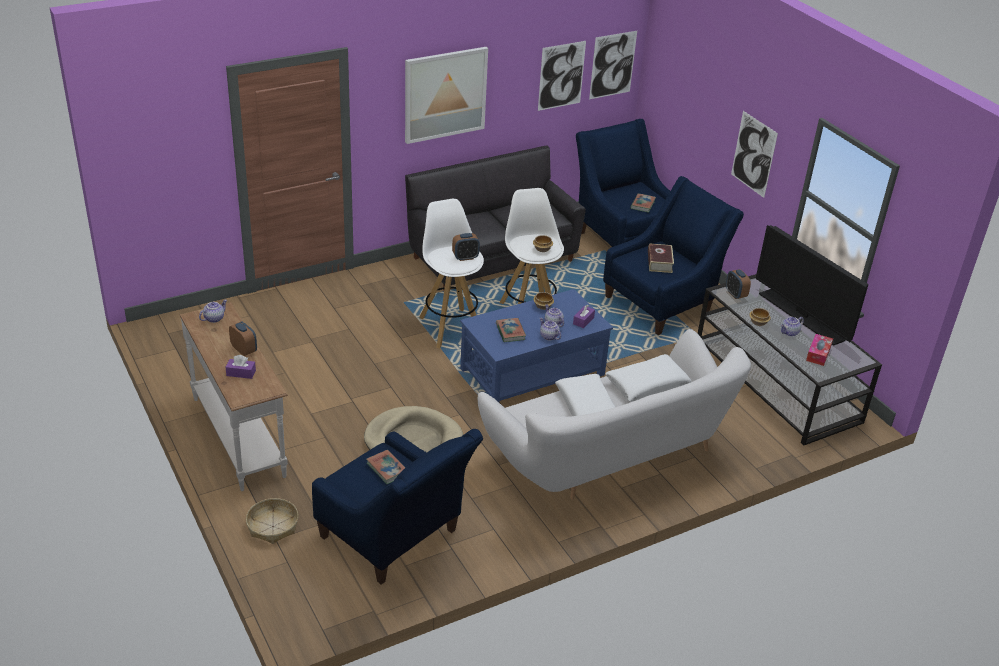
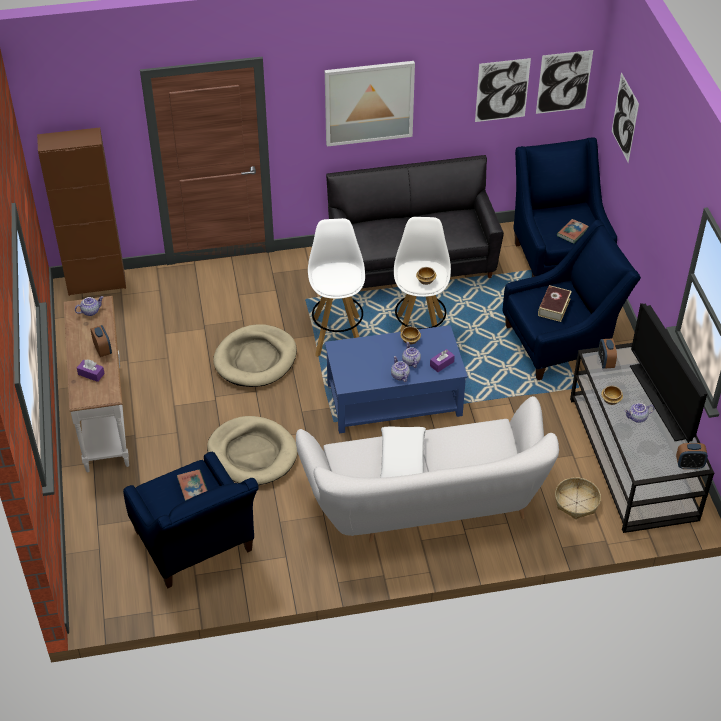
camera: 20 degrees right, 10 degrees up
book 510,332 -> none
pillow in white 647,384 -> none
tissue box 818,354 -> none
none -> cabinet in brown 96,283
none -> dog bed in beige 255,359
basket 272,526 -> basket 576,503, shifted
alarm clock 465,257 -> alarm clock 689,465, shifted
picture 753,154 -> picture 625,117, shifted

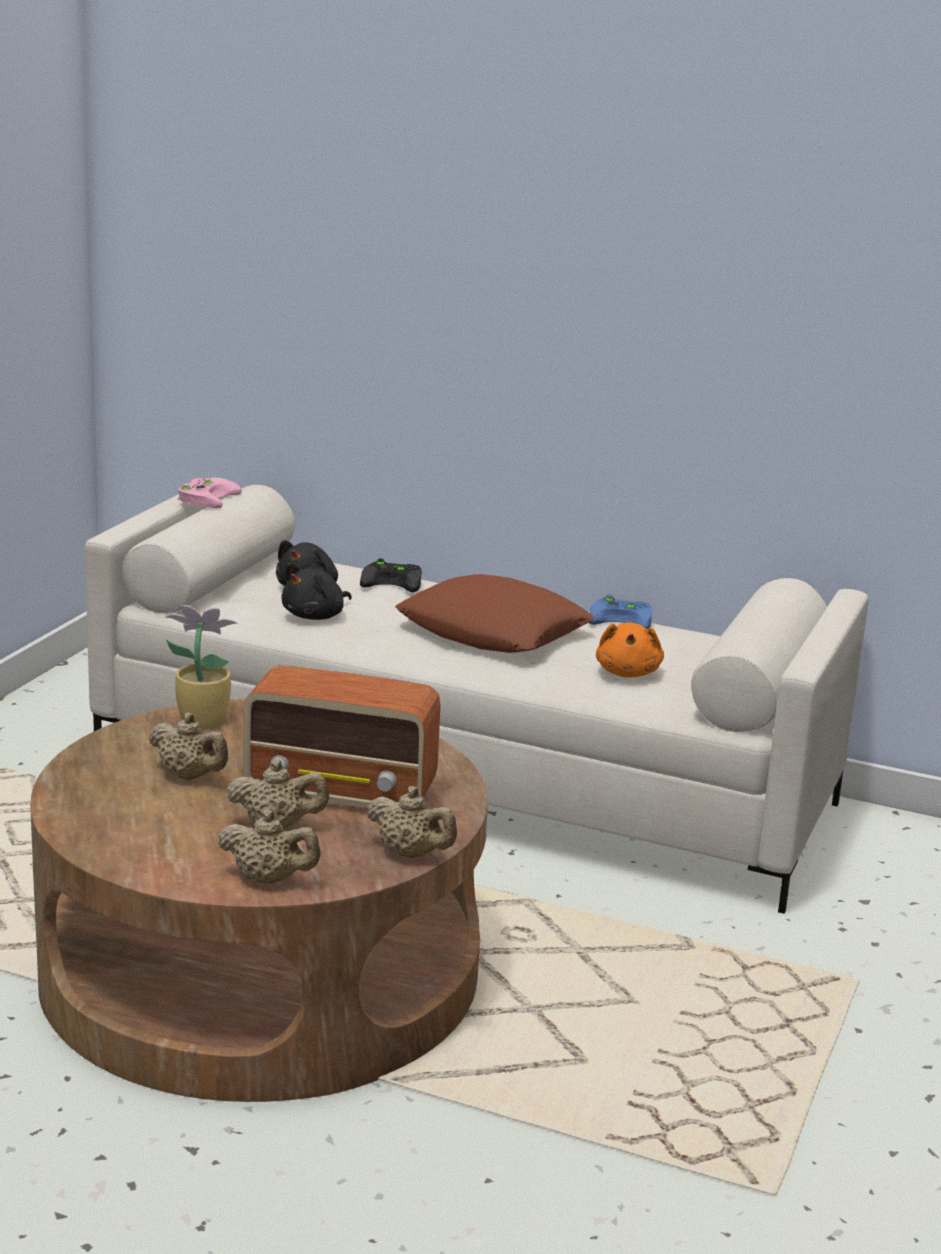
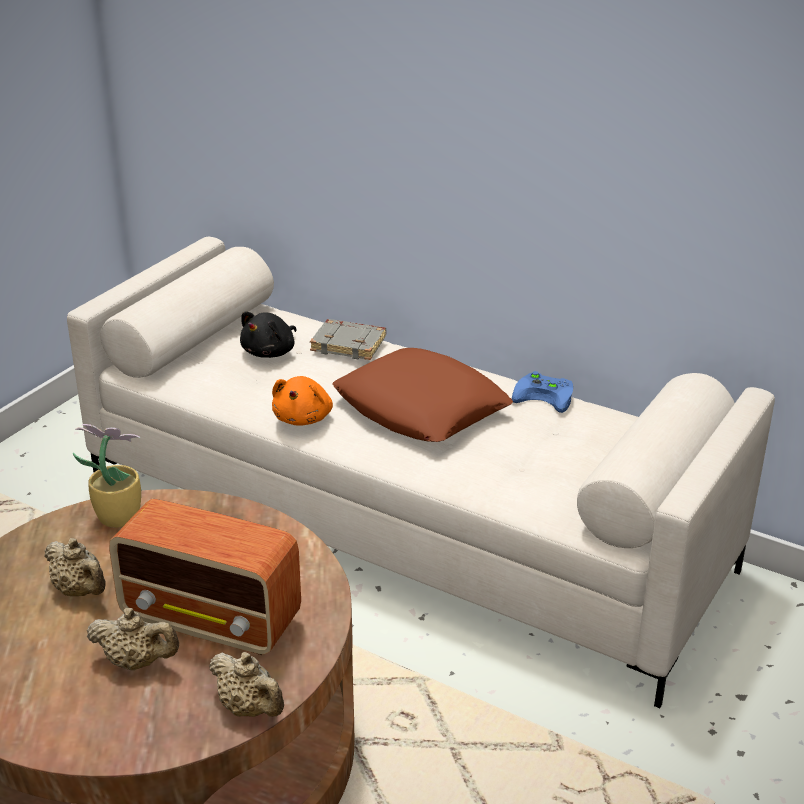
camera: 10 degrees right, 10 degrees up
game controller in pink 206,497 -> none
teapot in beige 269,879 -> none
plush toy in black 316,616 -> none
plush toy in orange 628,672 -> plush toy in orange 303,418, shifted
game controller in black 394,581 -> book in grey 349,344

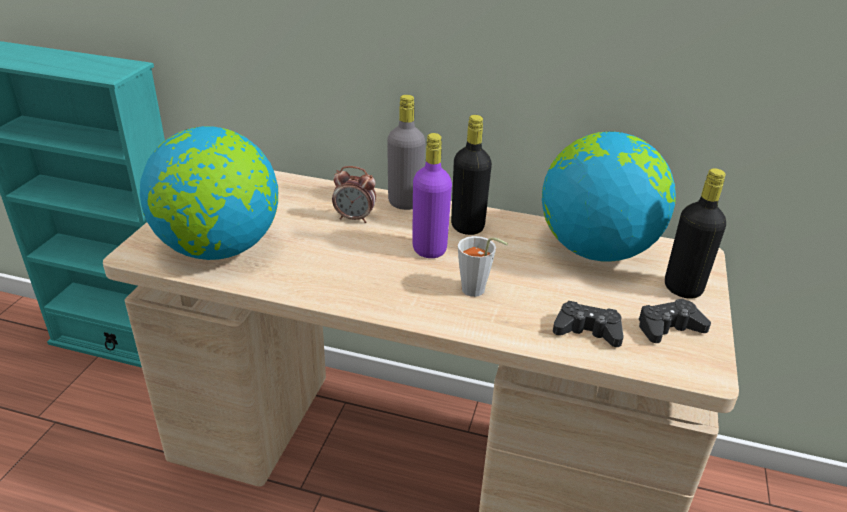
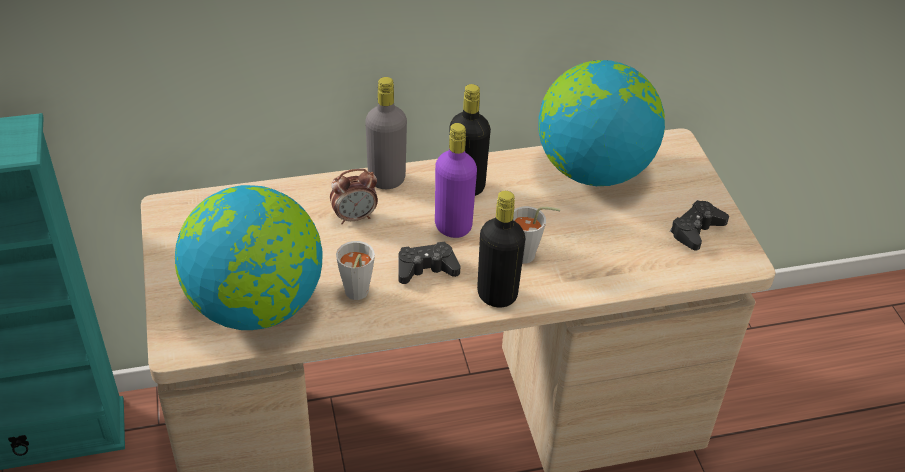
camera: 30 degrees left, 10 degrees up
none -> cup in grey 355,295
game controller in black 587,331 -> game controller in black 426,269, shifted
bottle in black 683,288 -> bottle in black 497,295, shifted

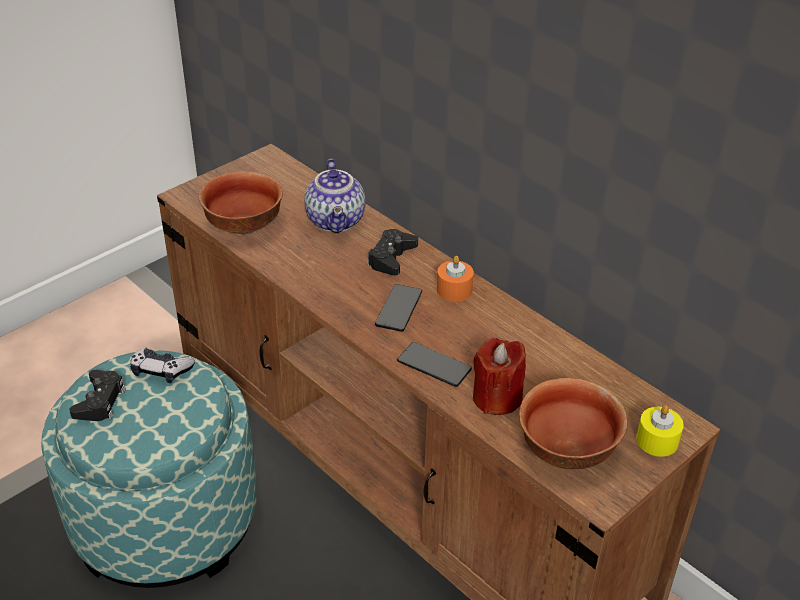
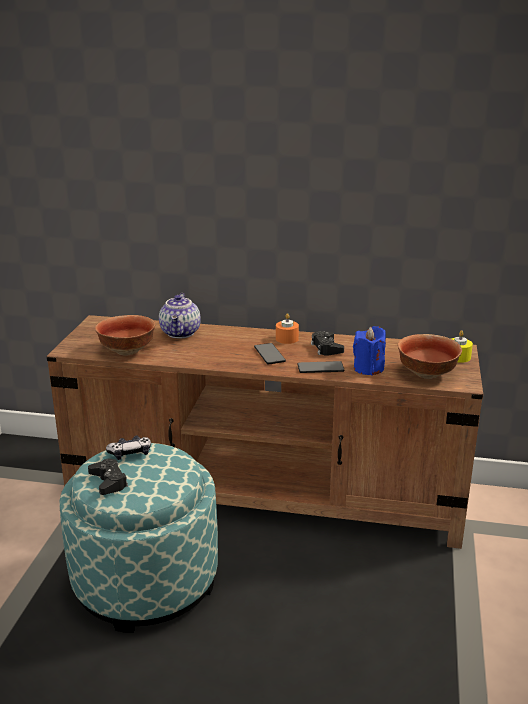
camera: 35 degrees left, 15 degrees down
game controller in black 391,258 -> game controller in black 326,348, shifted
candle in red 497,398 -> candle in blue 368,368
teapot 337,221 -> teapot 181,333, 45 degrees clockwise

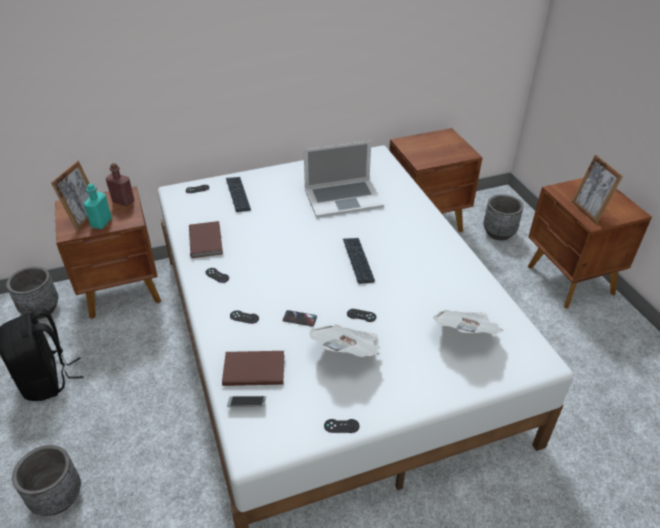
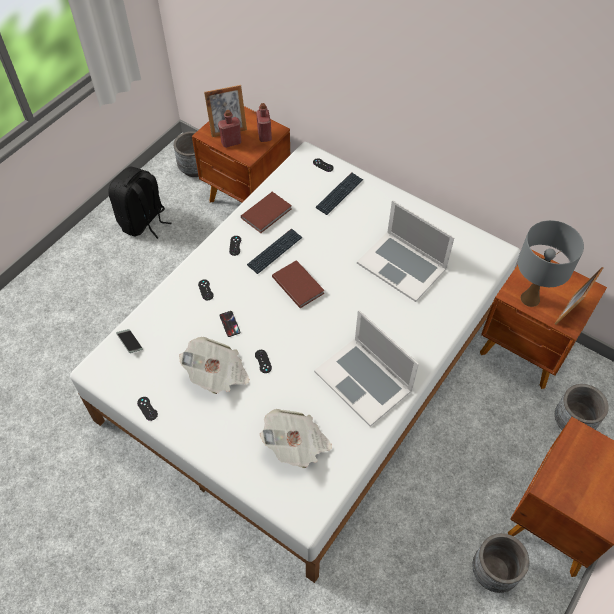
camera: 55 degrees right, 15 degrees up
none -> laptop 363,380
none -> table lamp in grey 530,299
planter in grey 57,498 -> planter in grey 493,571, shifted
book in brown 253,369 -> book in brown 298,284, shifted
keyboard 358,260 -> keyboard 275,251, shifted
picture frame 588,211 -> picture frame 569,312, shifted
bottle in turquoise 101,223 -> bottle in red 231,142

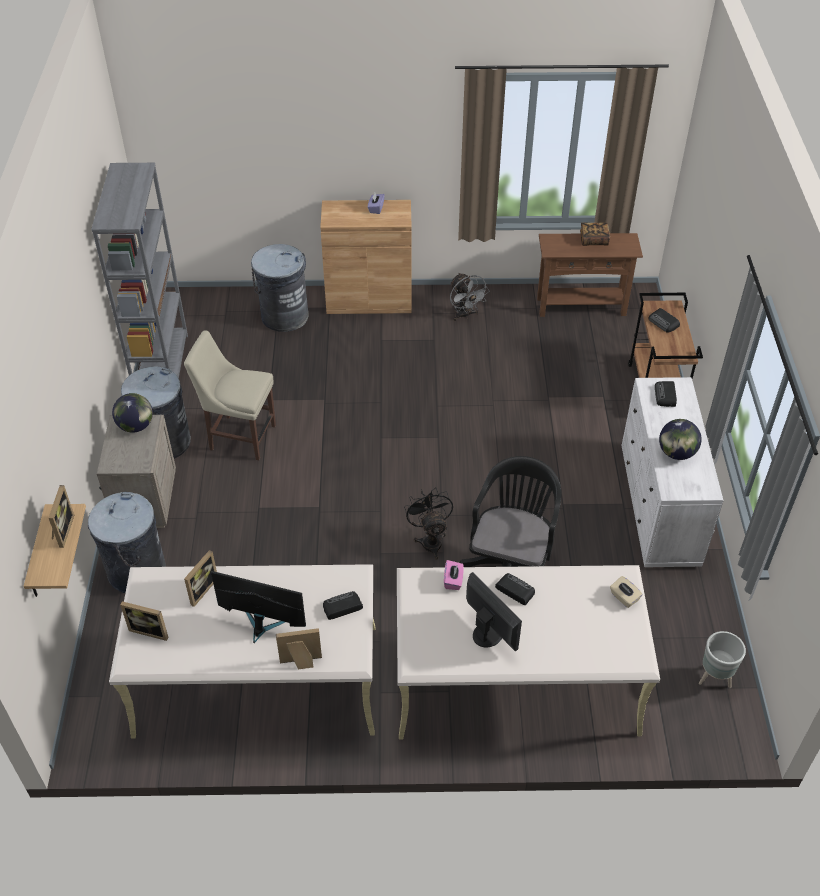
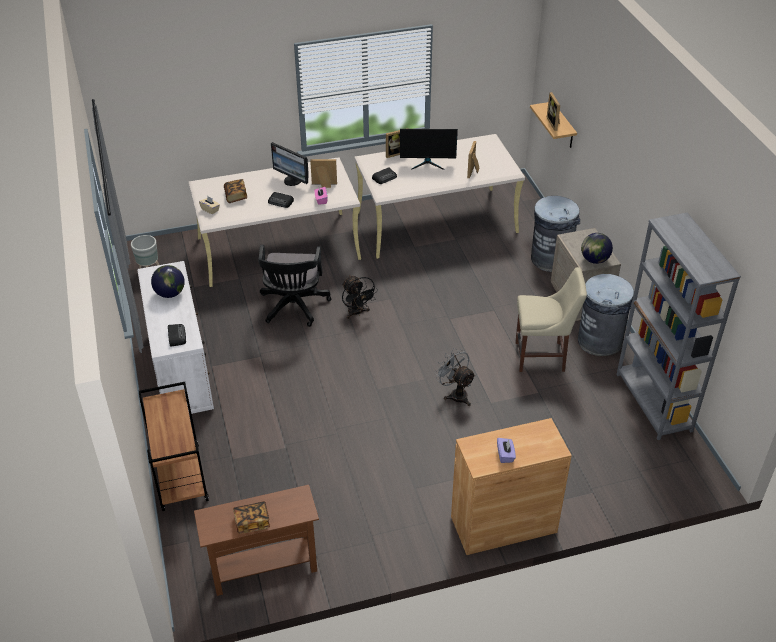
camera: 165 degrees right, 5 degrees down
trash can in grey 284,316 -> none
radio 663,323 -> none
none -> book 236,196
picture frame 150,630 -> picture frame 324,185, shifted
fan in grey 465,315 -> fan in grey 455,394, shifted

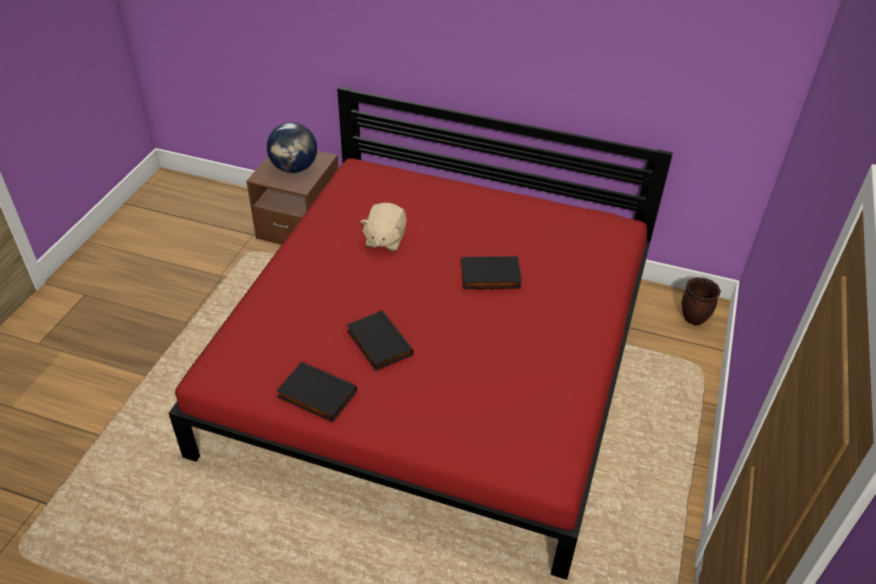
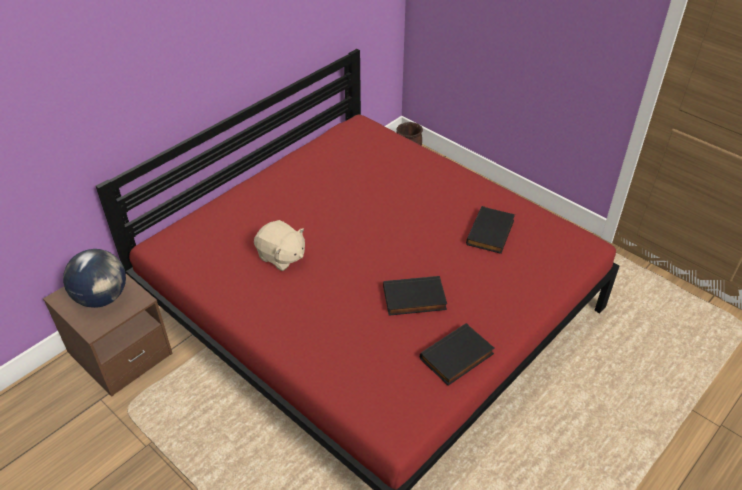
camera: 65 degrees left, 0 degrees up
book in black 490,277 -> book in black 491,233, shifted

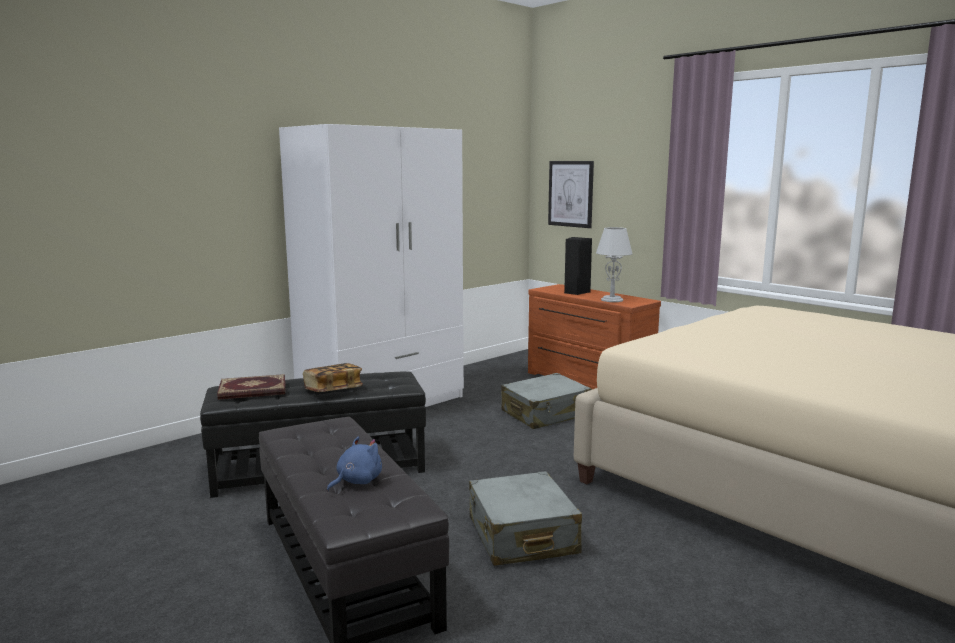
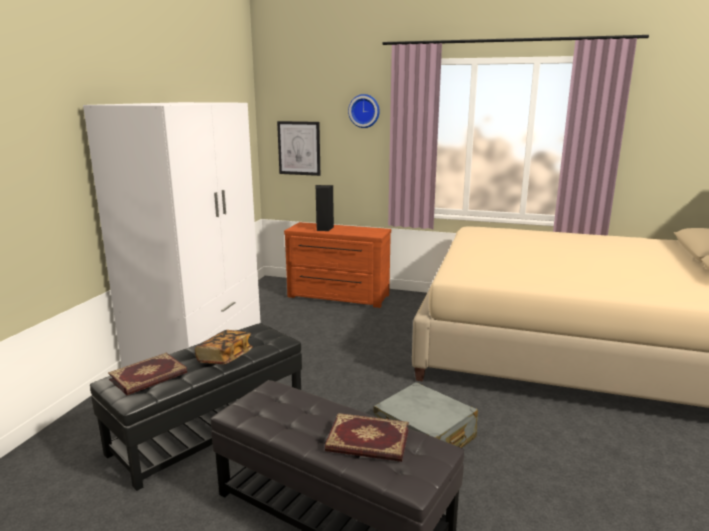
camera: 30 degrees left, 5 degrees up
suitcase in grey 546,413 -> none
table lamp in grey 612,300 -> none
none -> wall clock 364,111
plush toy in blue 356,481 -> book 367,441

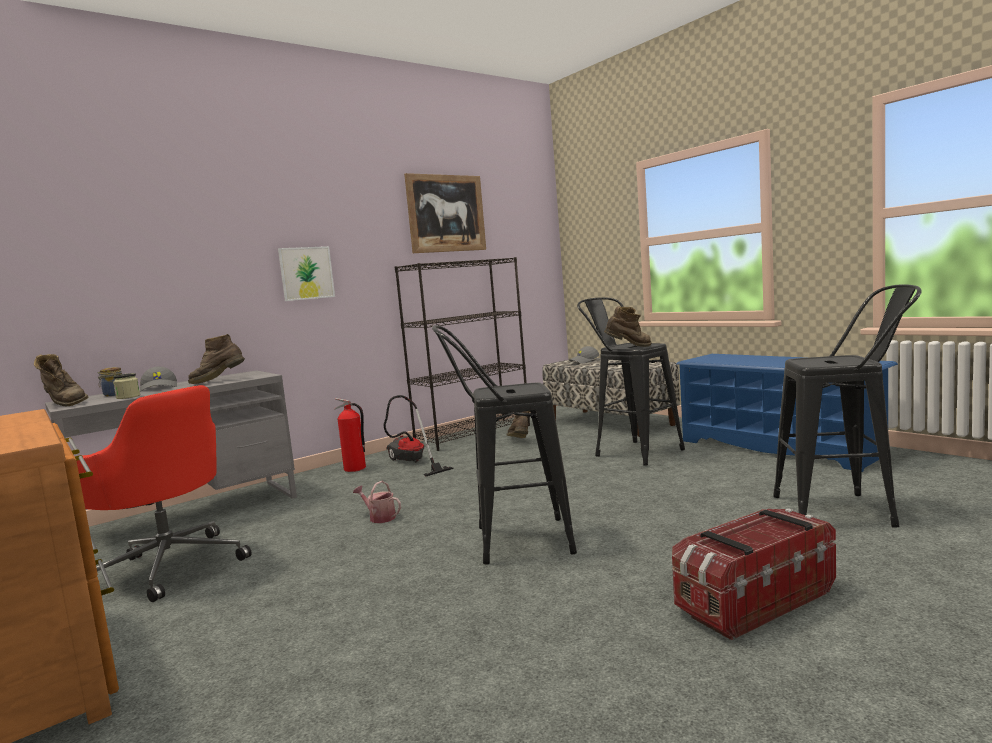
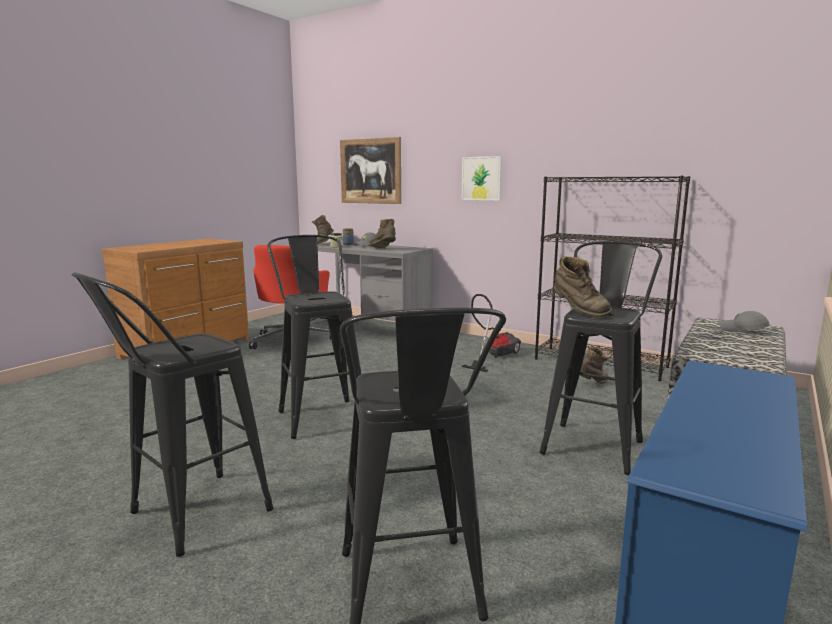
camera: 70 degrees right, 5 degrees up
fire extinguisher 355,469 -> none
watering can 379,517 -> none
picture 446,213 -> picture 370,171, shifted
storage box 753,600 -> stool in black 187,518

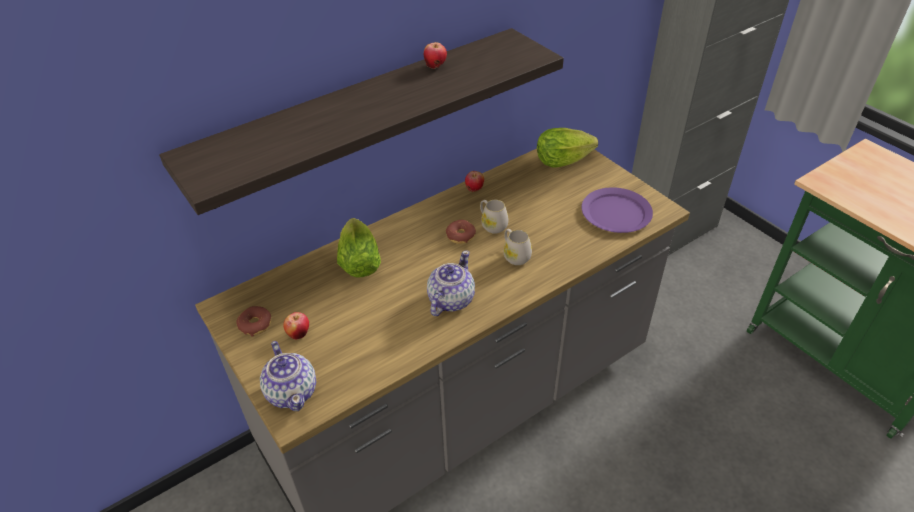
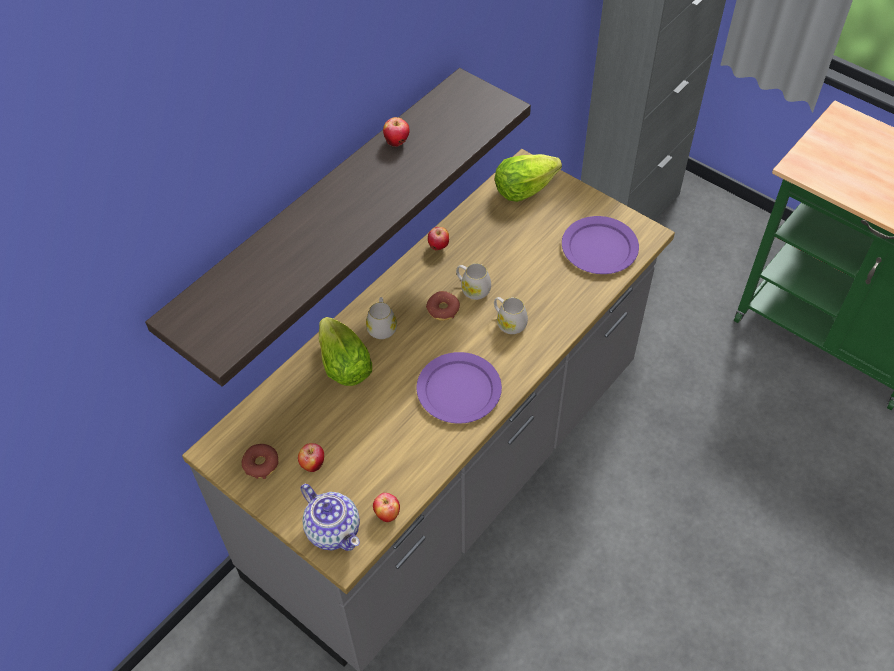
camera: 15 degrees left, 10 degrees up
none -> mug in white 382,326
none -> apple 387,514
teapot 450,300 -> plate in purple 458,390

